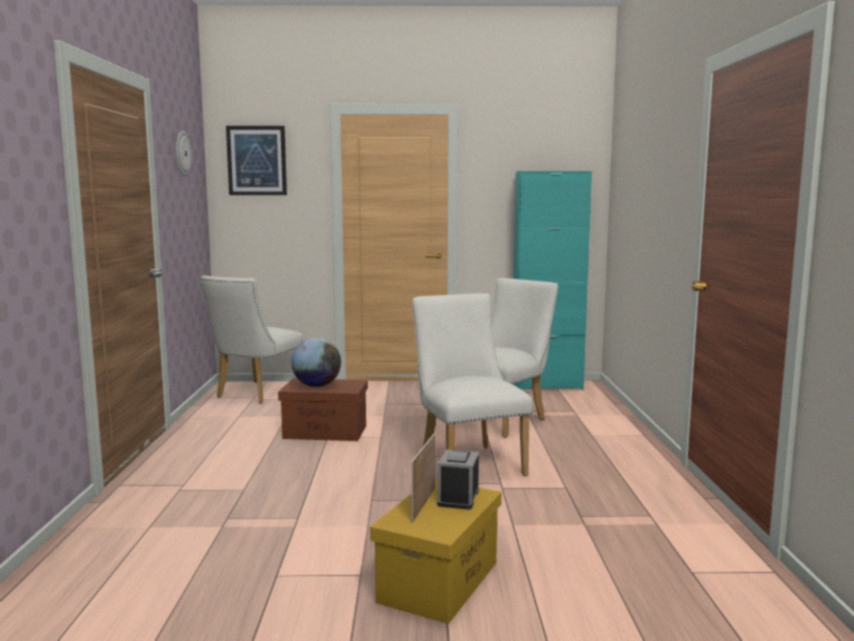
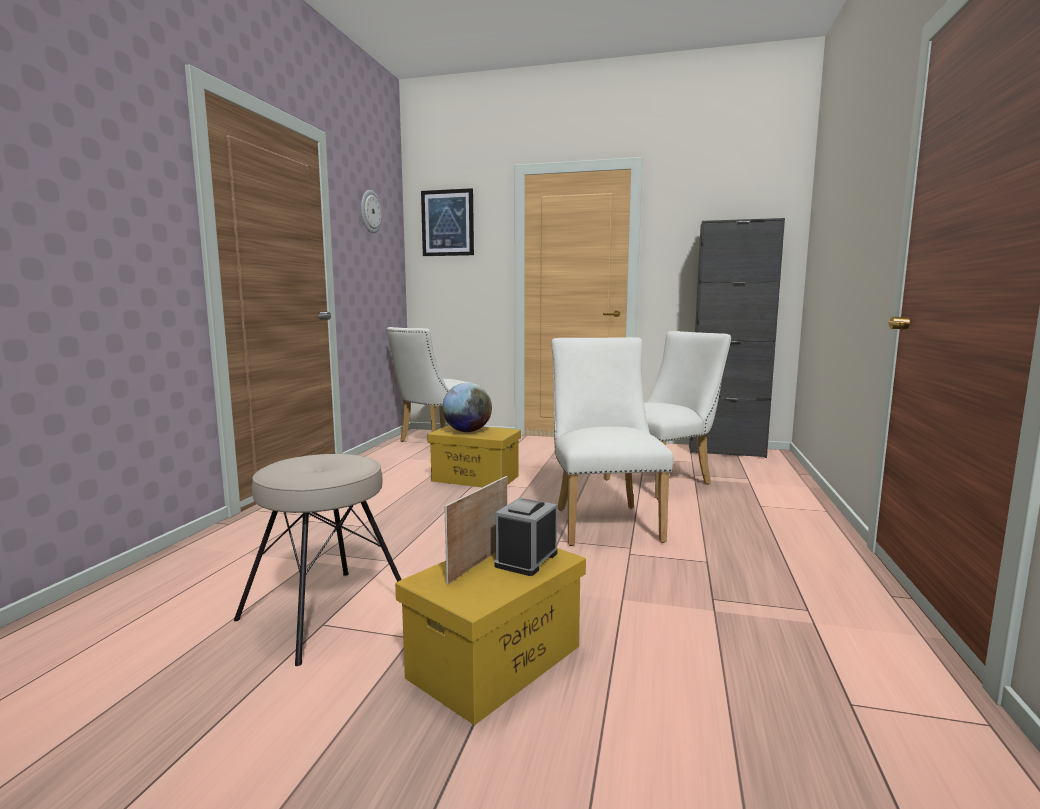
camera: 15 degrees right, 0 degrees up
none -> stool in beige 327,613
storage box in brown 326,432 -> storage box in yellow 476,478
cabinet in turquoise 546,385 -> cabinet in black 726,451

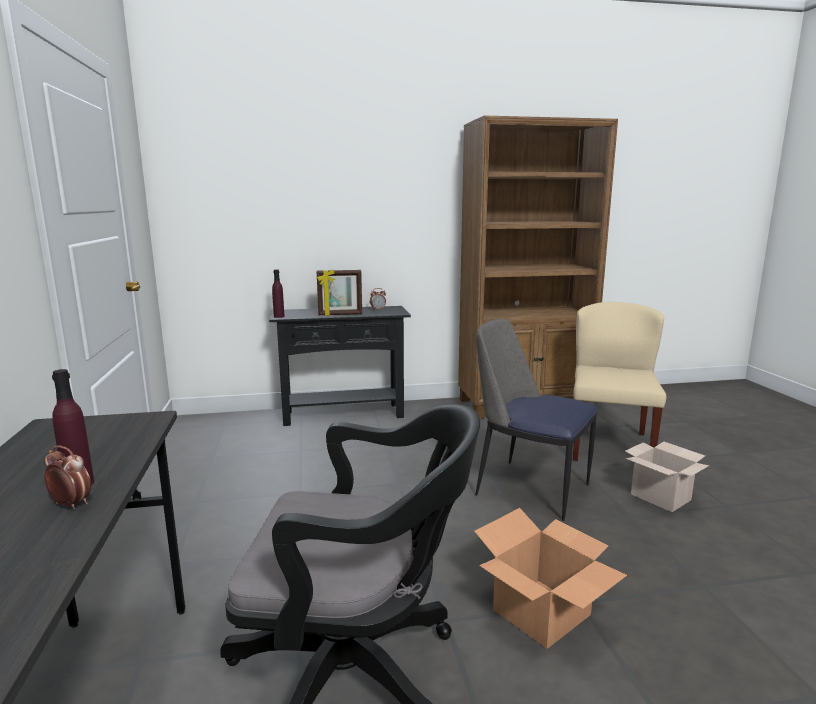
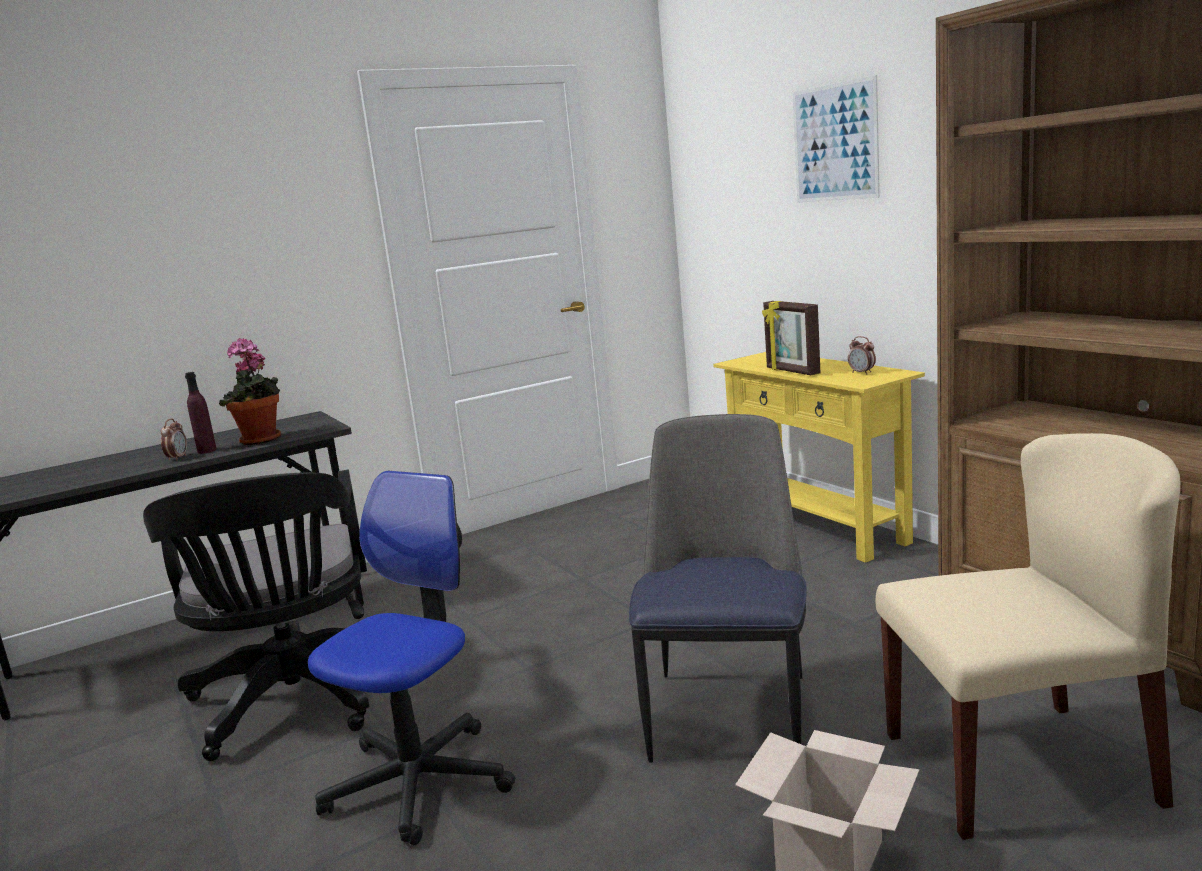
camera: 70 degrees right, 0 degrees up
bottle in purple 279,316 -> none
none -> potted plant 261,440
none -> picture 835,143
cardboard box 541,611 -> office chair 419,781
console table in black 343,414 -> console table in yellow 817,527

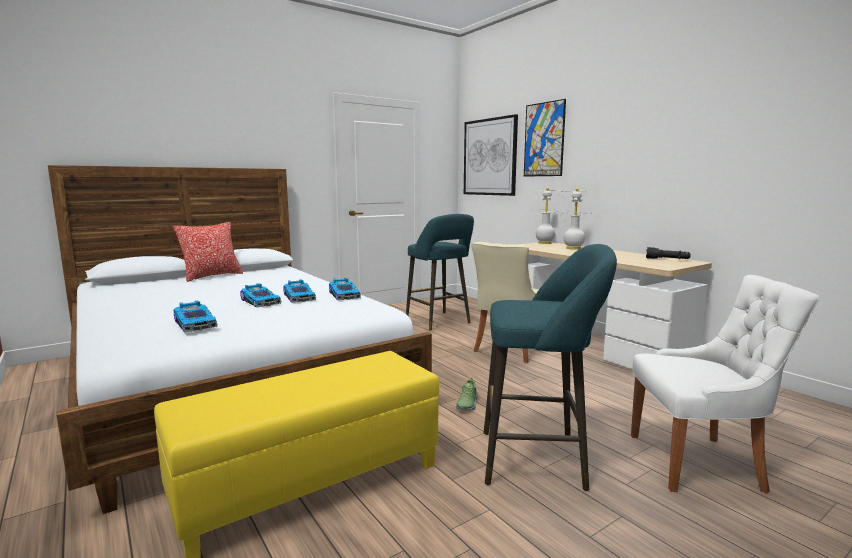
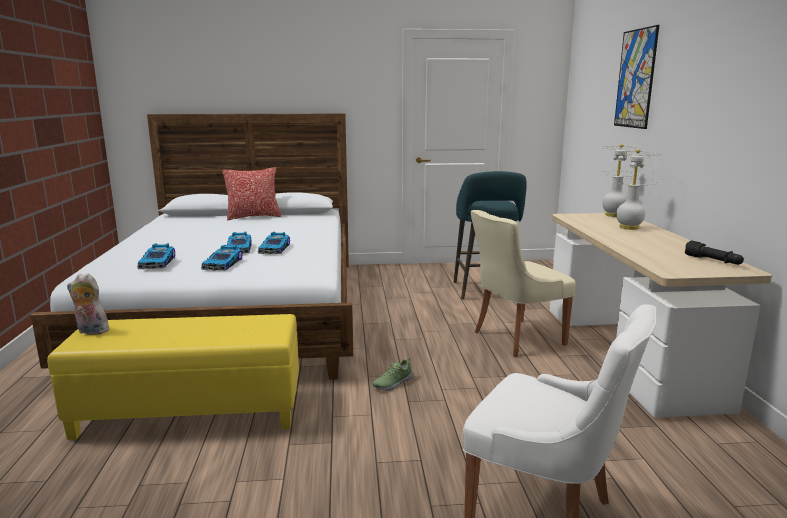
camera: 30 degrees right, 5 degrees up
picture 489,157 -> none
stool in turquoise 539,459 -> none
none -> plush toy 90,331
toy car 345,295 -> toy car 224,264, shifted

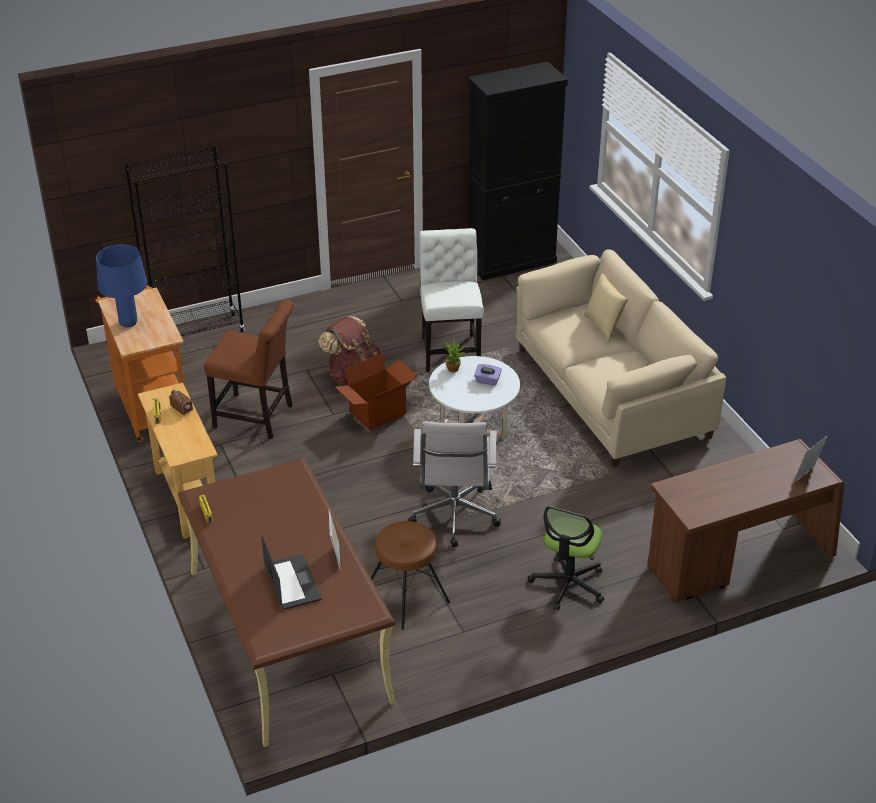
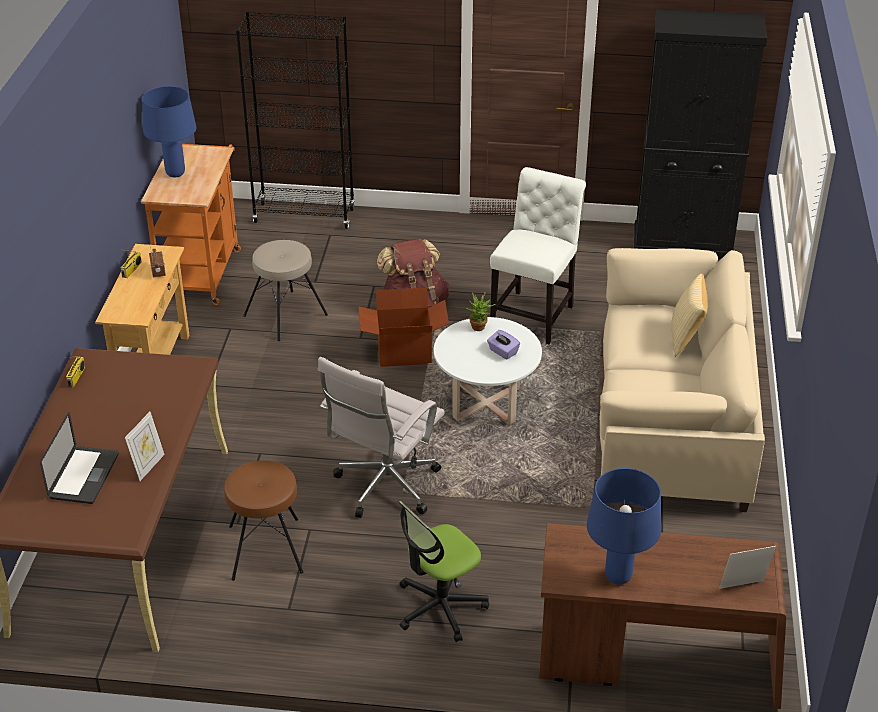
camera: 30 degrees right, 0 degrees up
none -> table lamp in blue 617,577
chair in brown 257,418 -> stool in beige 286,315

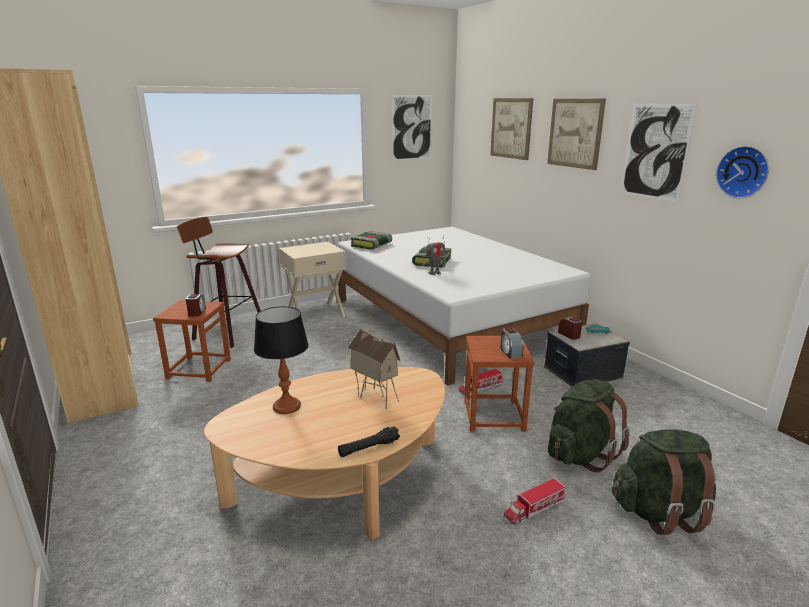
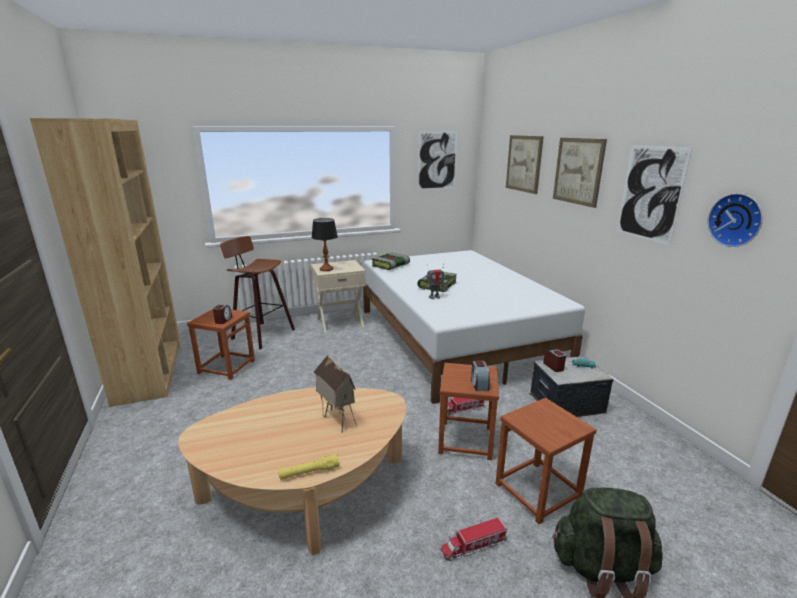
camera: 10 degrees right, 0 degrees up
table lamp 287,407 -> table lamp 326,269, shifted
backpack in green 580,454 -> stool in brown 538,491
flashlight in black 369,448 -> flashlight in yellow 309,472

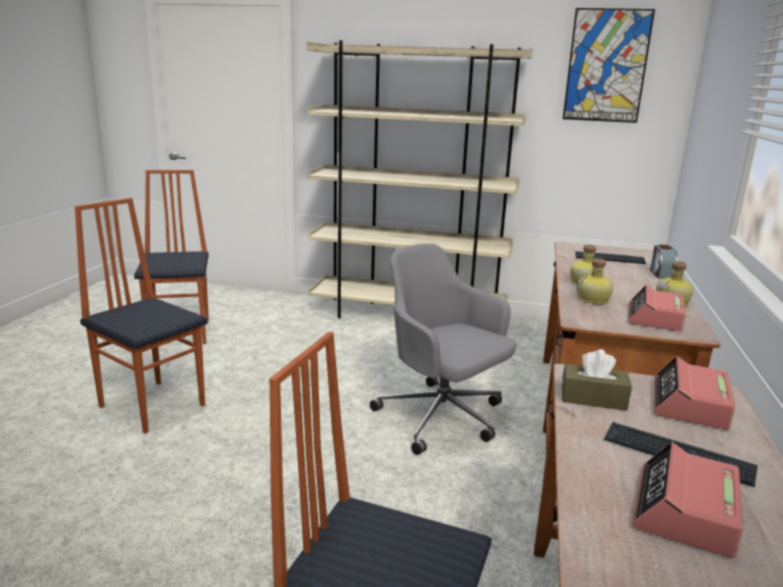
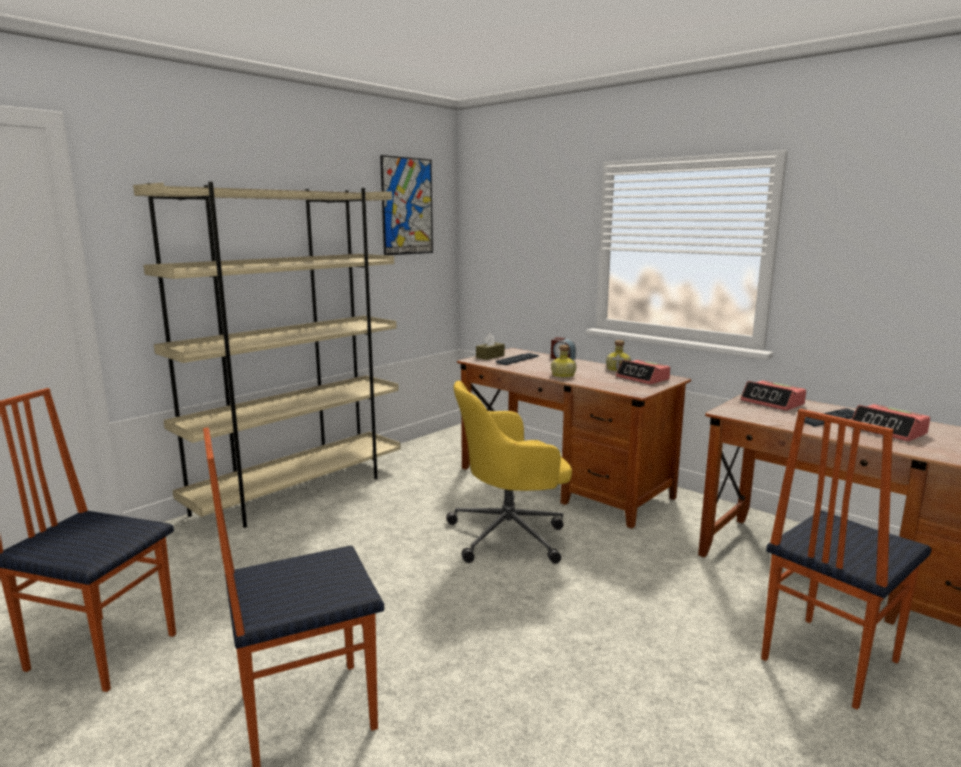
camera: 60 degrees left, 5 degrees down
bottle 594,300 -> none
tissue box in brown 593,398 -> tissue box in brown 490,356, shifted
office chair in grey 442,418 -> office chair in yellow 510,535

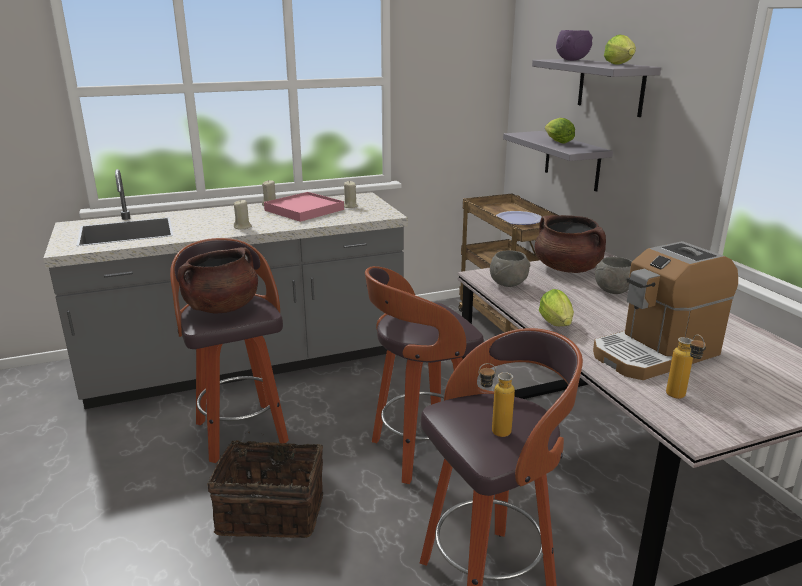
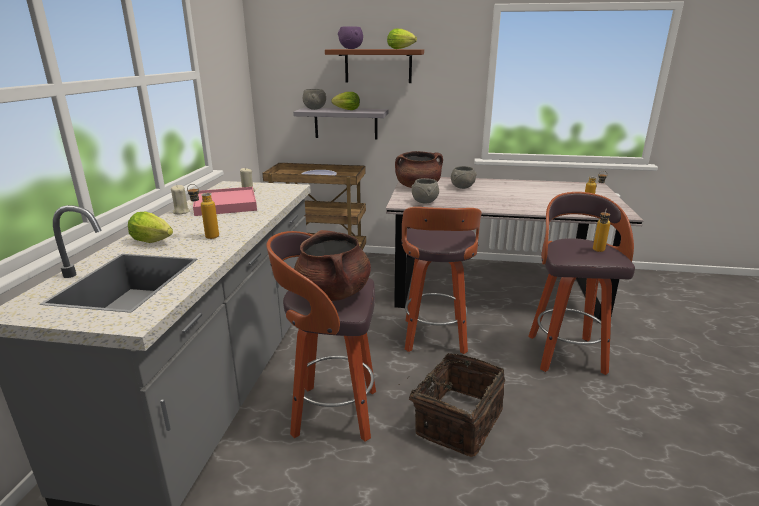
camera: 60 degrees left, 0 degrees up
candle in beige 243,227 -> none
coffee machine 655,353 -> none
none -> bottle 206,236
none -> bowl in grey 314,109
lettuce 557,325 -> lettuce 154,242, shifted
shelf in grey 610,86 -> shelf in brown 378,66

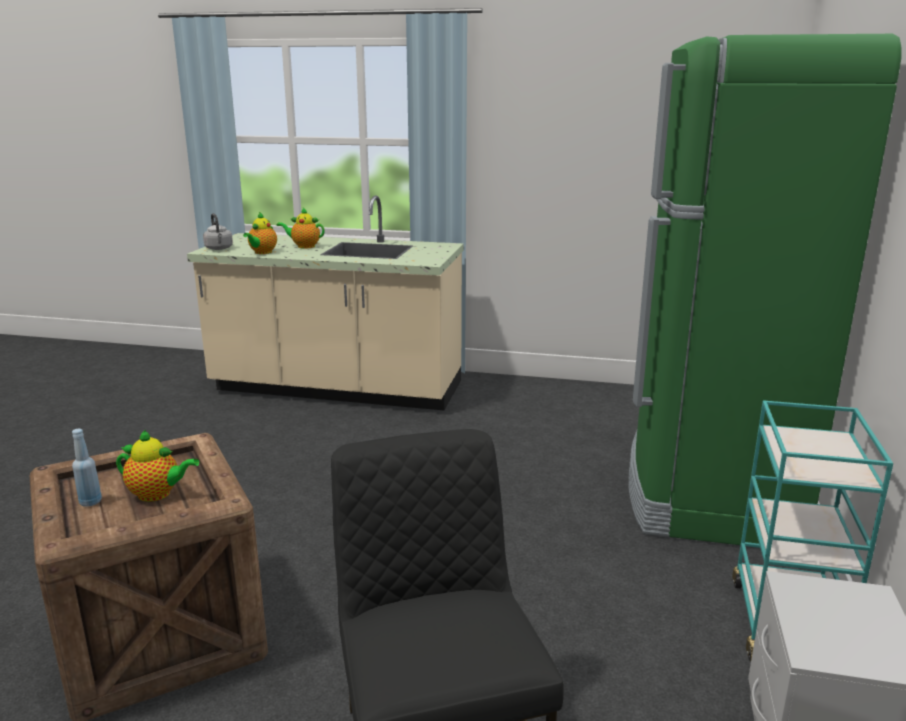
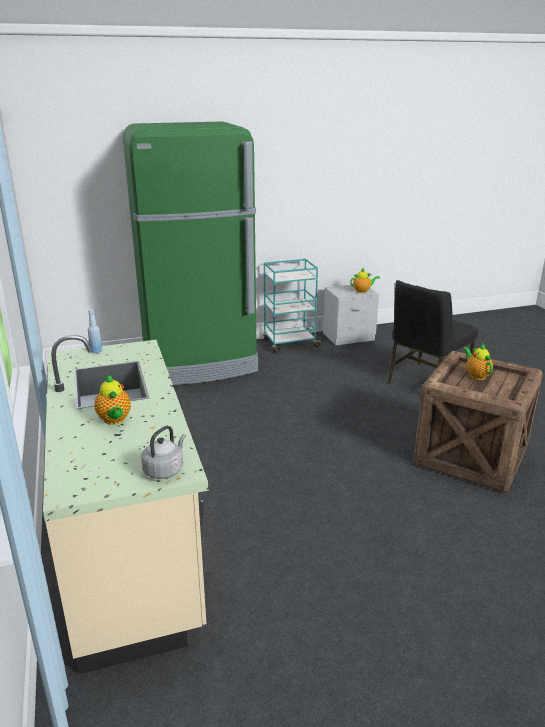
camera: 120 degrees left, 5 degrees up
bottle in blue 90,502 -> bottle in blue 96,351, shifted
teapot 262,252 -> teapot 362,291, shifted

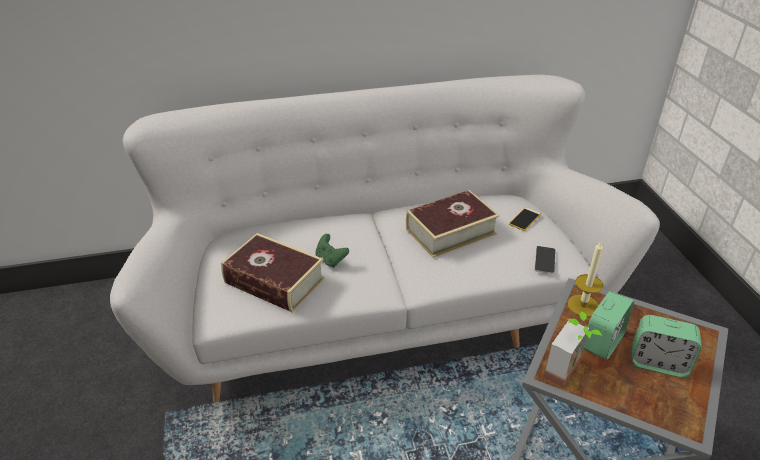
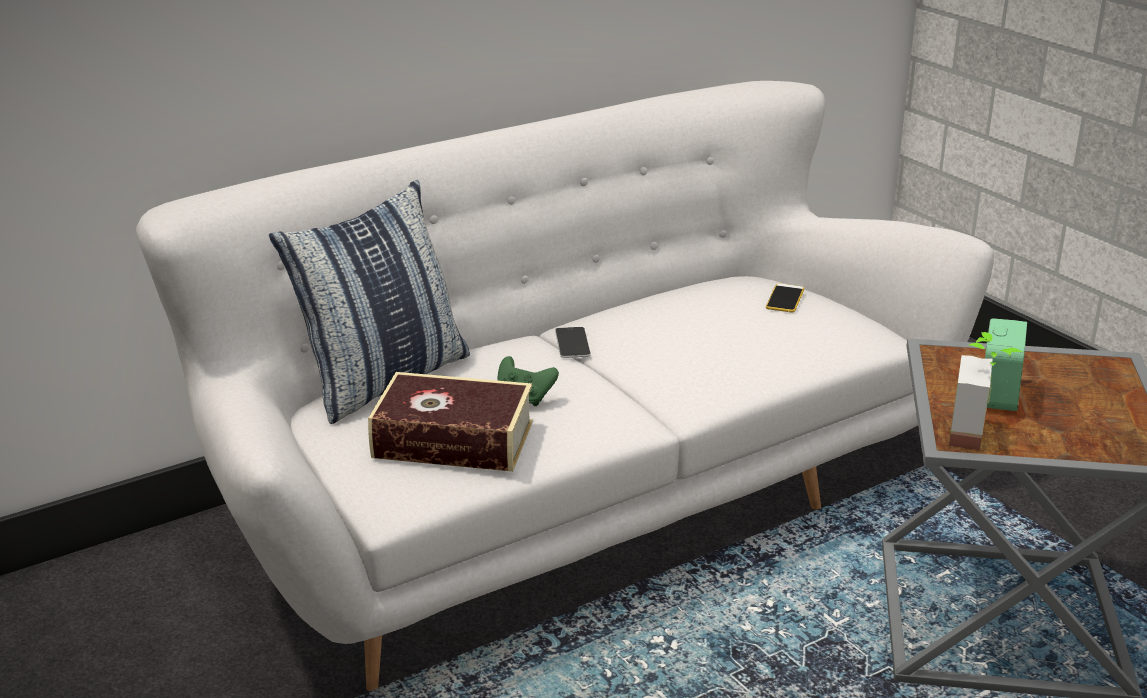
camera: 20 degrees left, 10 degrees down
book 450,231 -> none
candle 583,305 -> none
alarm clock 658,363 -> none
none -> pillow 383,380
phone 545,260 -> phone 572,343, shifted

